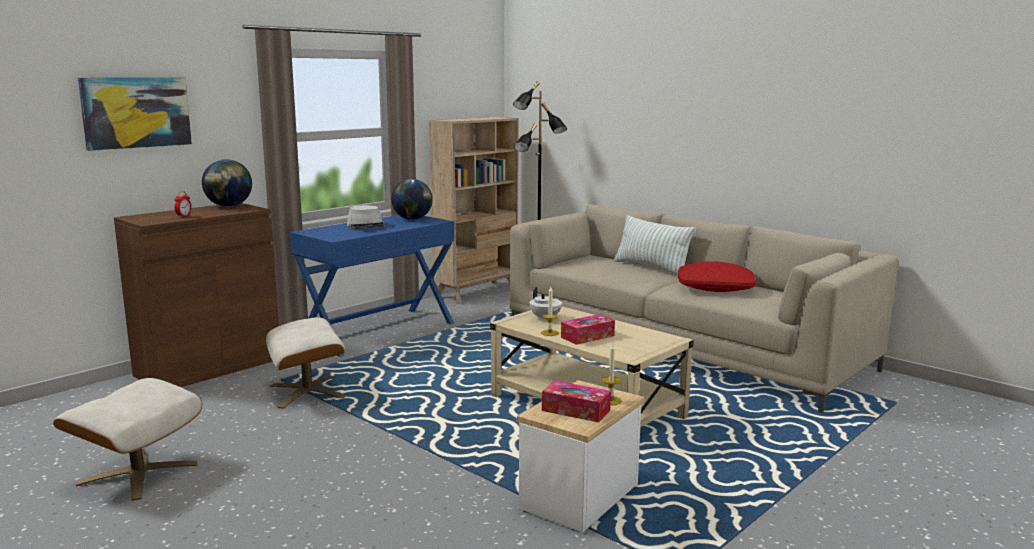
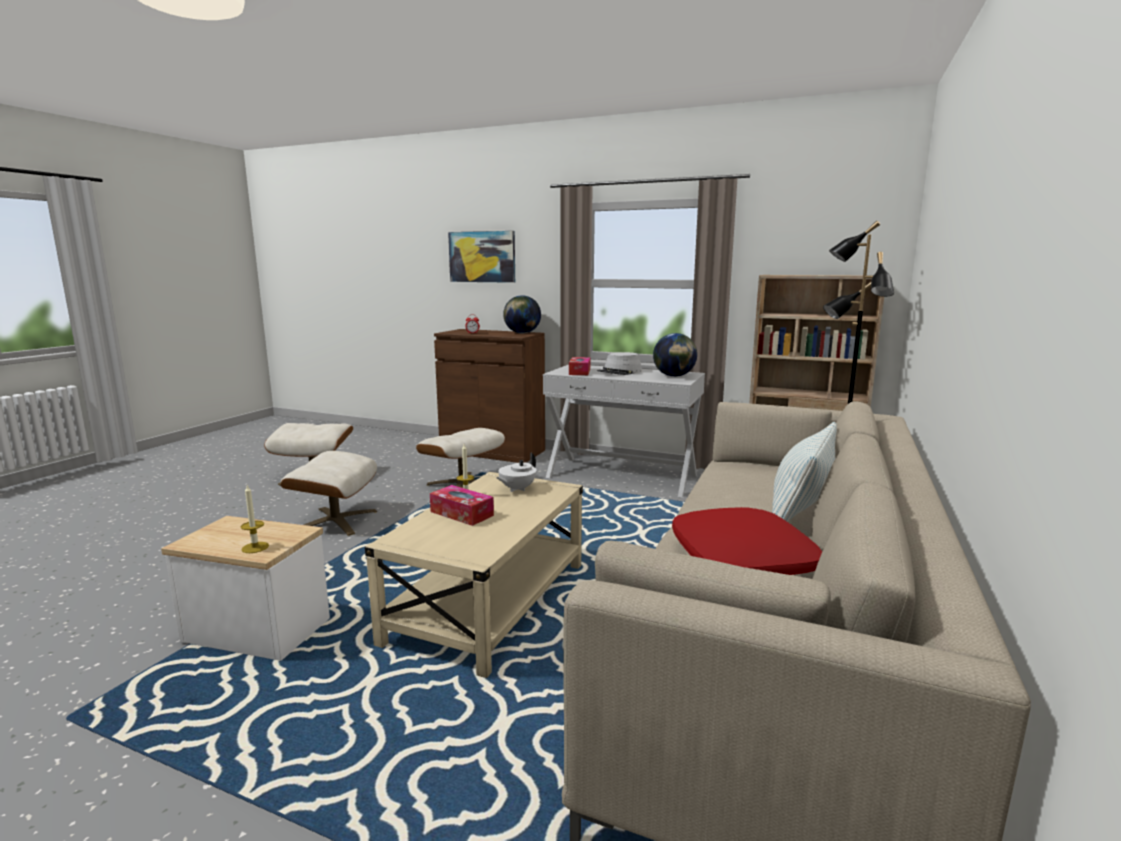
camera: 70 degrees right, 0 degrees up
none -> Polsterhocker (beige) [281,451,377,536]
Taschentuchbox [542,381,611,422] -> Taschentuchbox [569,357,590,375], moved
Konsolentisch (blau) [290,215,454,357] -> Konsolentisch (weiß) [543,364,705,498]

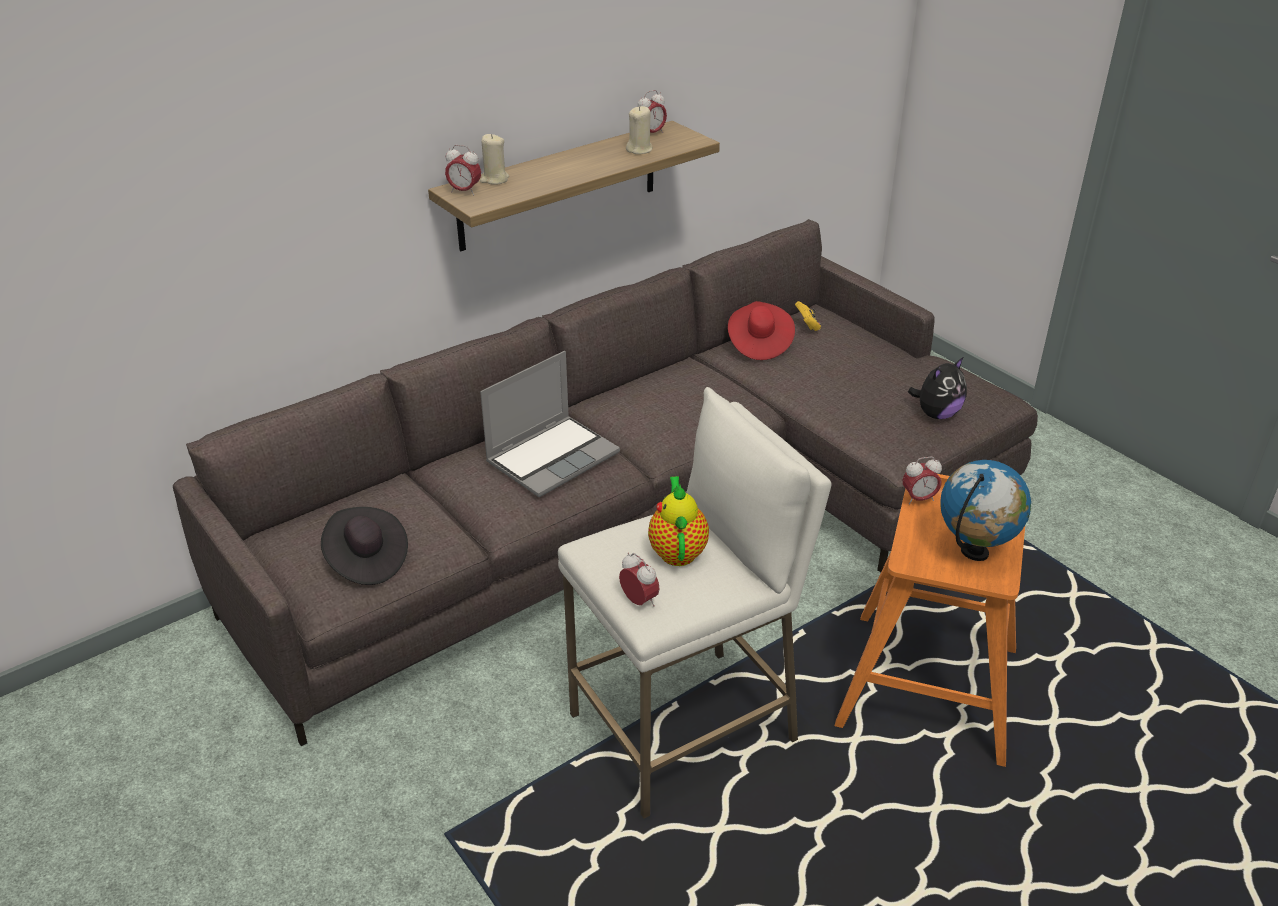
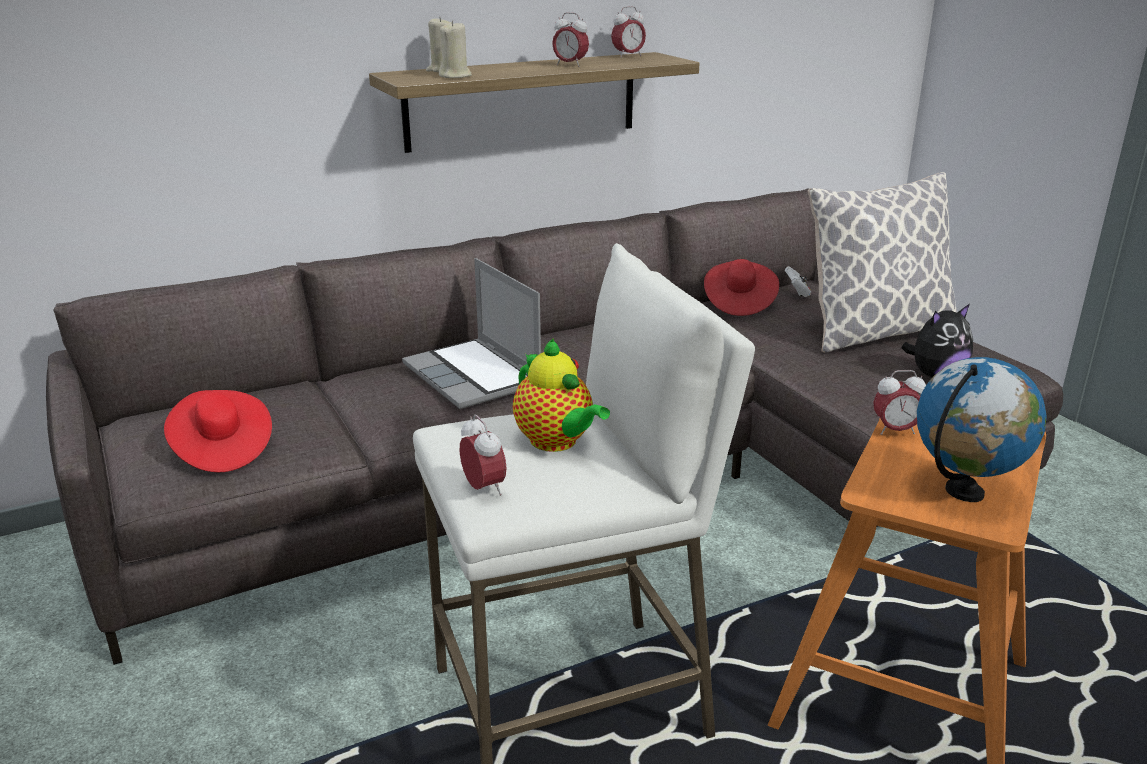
camera: 10 degrees right, 10 degrees down
none -> Kissen [808,172,957,353]
Wecker [445,145,481,195] -> Wecker [552,12,589,67], moved
Kerze (beige) [626,106,653,154] -> Kerze (beige) [439,20,472,78], moved
Hut (schwarz) [321,507,408,585] -> Hut (rot) [164,390,272,472]
Gamepad (gelb) [795,301,821,331] -> Gamepad (weiß) [785,266,811,297]
Laptop [480,351,620,497] -> Laptop [402,258,541,409], 90 degrees clockwise
Teekanne [648,476,709,566] -> Teekanne [513,338,610,452], 135 degrees clockwise

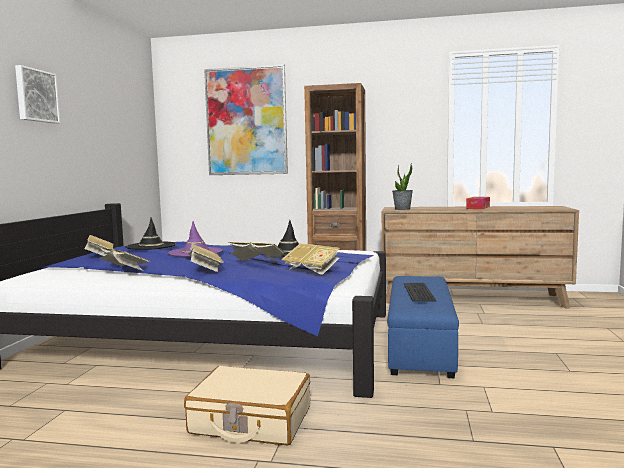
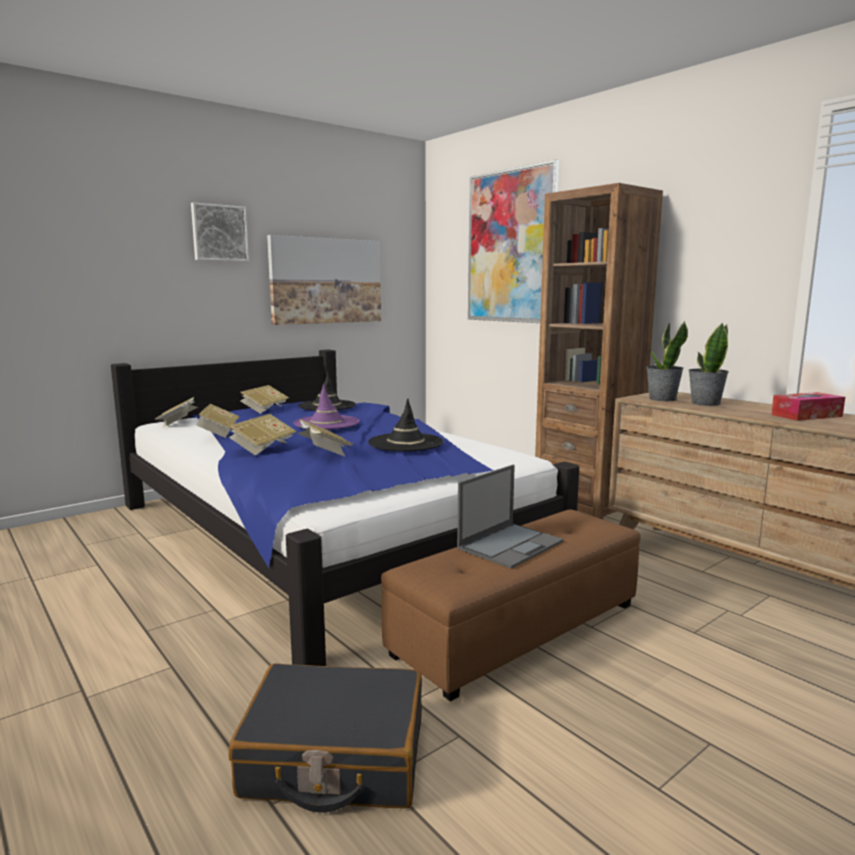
camera: 40 degrees right, 5 degrees up
Koffer (beige) [184,366,310,445] -> none
none -> Koffer (schwarz) [229,663,422,813]
none -> Bild [267,235,381,325]
none -> Topfpflanze [689,323,729,406]
Buch [281,243,340,275] -> Buch [154,397,198,428], moved
Tastatur [404,283,436,302] -> Laptop [457,465,564,569]
Polsterhocker (blau) [387,276,459,378] -> Polsterhocker (braun) [381,509,641,701]

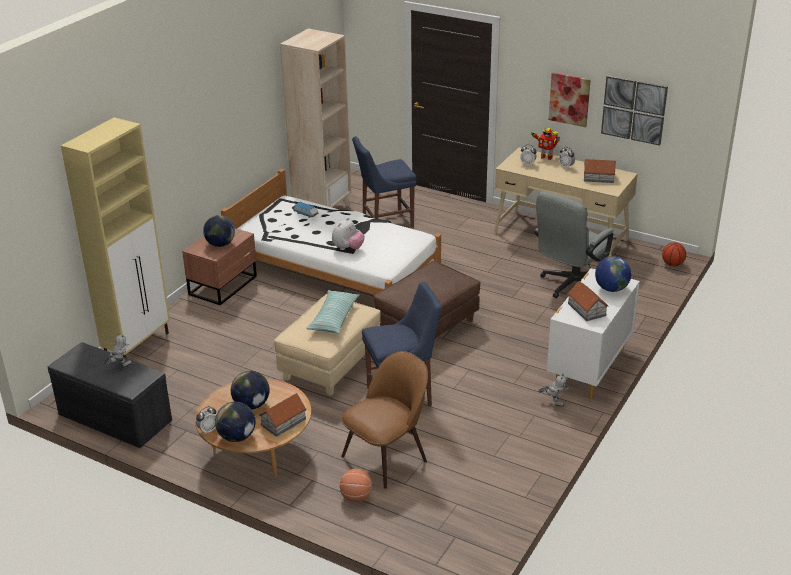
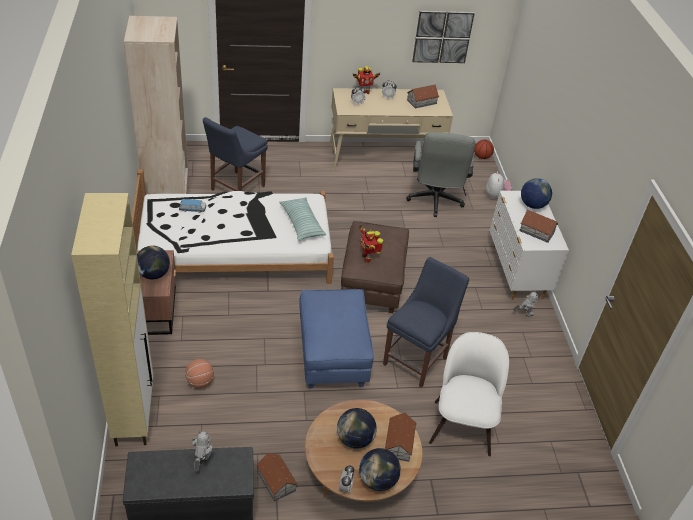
camera: 40 degrees left, 10 degrees up
Bild [549,72,591,128] -> none
none -> Spielzeughaus [256,453,298,501]
none -> Spielzeugroboter [359,225,383,262]
Kissen [306,290,360,334] -> Kissen [279,197,326,240], moved
Plüschtier [332,218,365,250] -> Plüschtier [486,172,512,199], moved
Basketball [340,469,372,502] -> Basketball [185,359,214,388], moved
Polsterhocker (beige) [274,294,381,396] -> Polsterhocker (blau) [299,289,374,388]
Stuhl (braun) [341,351,428,489] -> Stuhl (weiß) [429,332,509,456]

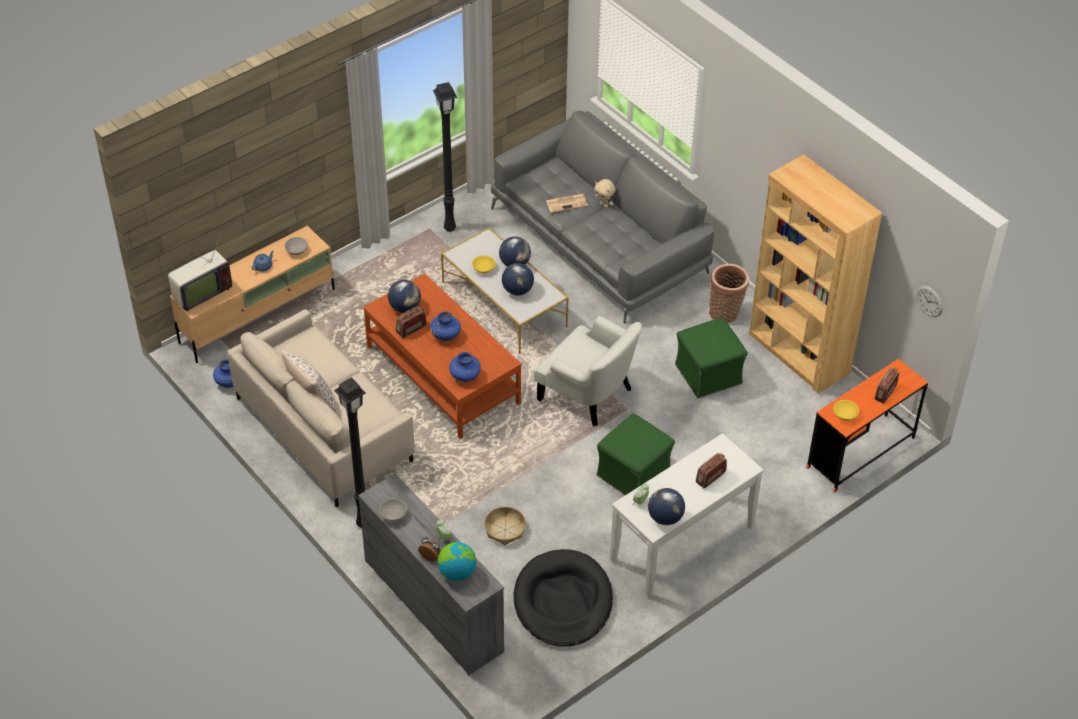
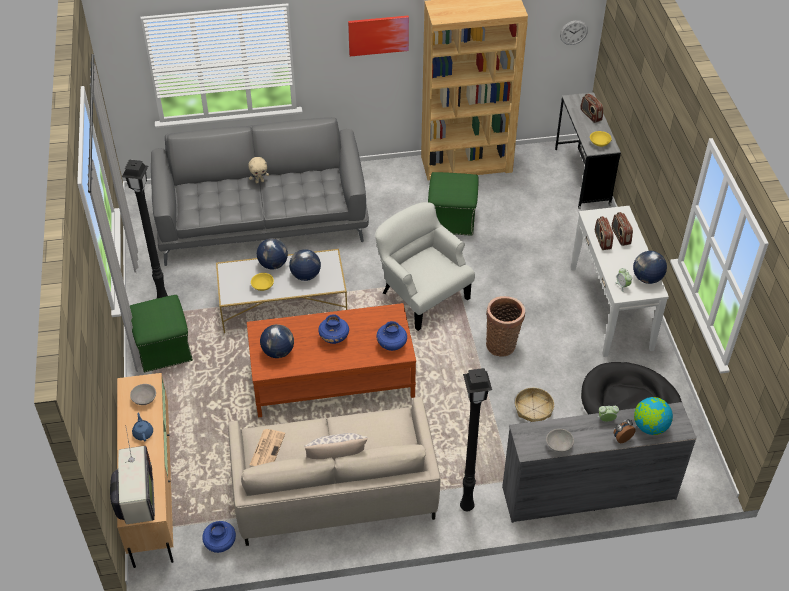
camera: 60 degrees left, 0 degrees up
none -> Bild [348,16,409,57]
Radio [396,307,427,338] -> Radio [595,216,614,250], moved
Zeitung [546,194,588,213] -> Zeitung [250,429,285,466], moved
Polsterhocker (grün) [597,413,675,495] -> Polsterhocker (grün) [130,295,193,372], moved
Korb [709,264,749,323] -> Korb [486,296,525,357], moved
Schreibtisch (orange) [806,359,928,492] -> Schreibtisch (grau) [555,92,621,209]
Sessel (weiß) [534,316,642,427] -> Sessel (weiß) [375,202,475,331], 105 degrees counterclockwise

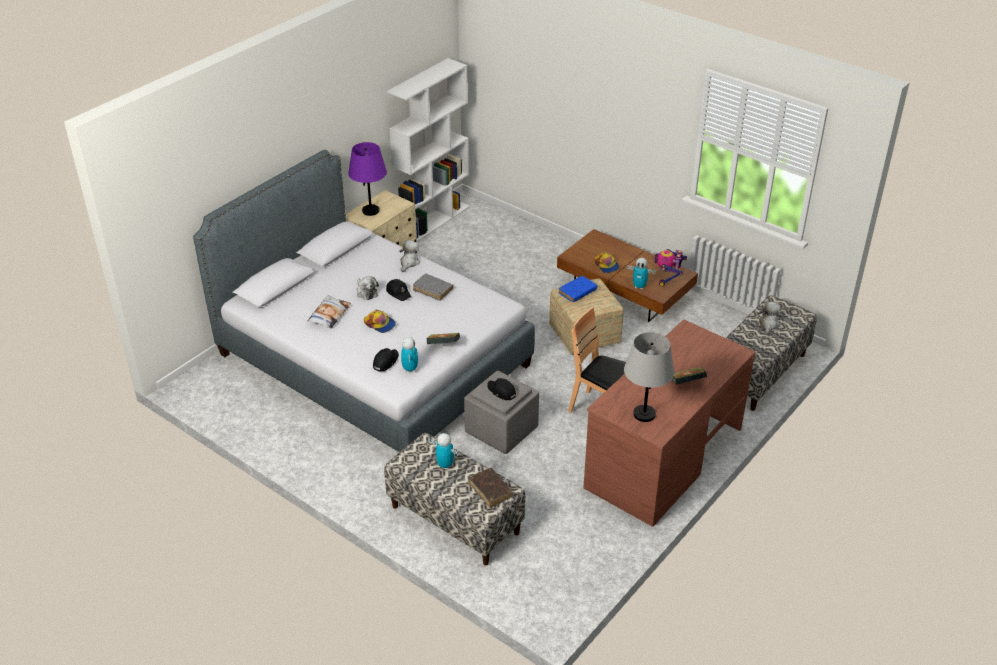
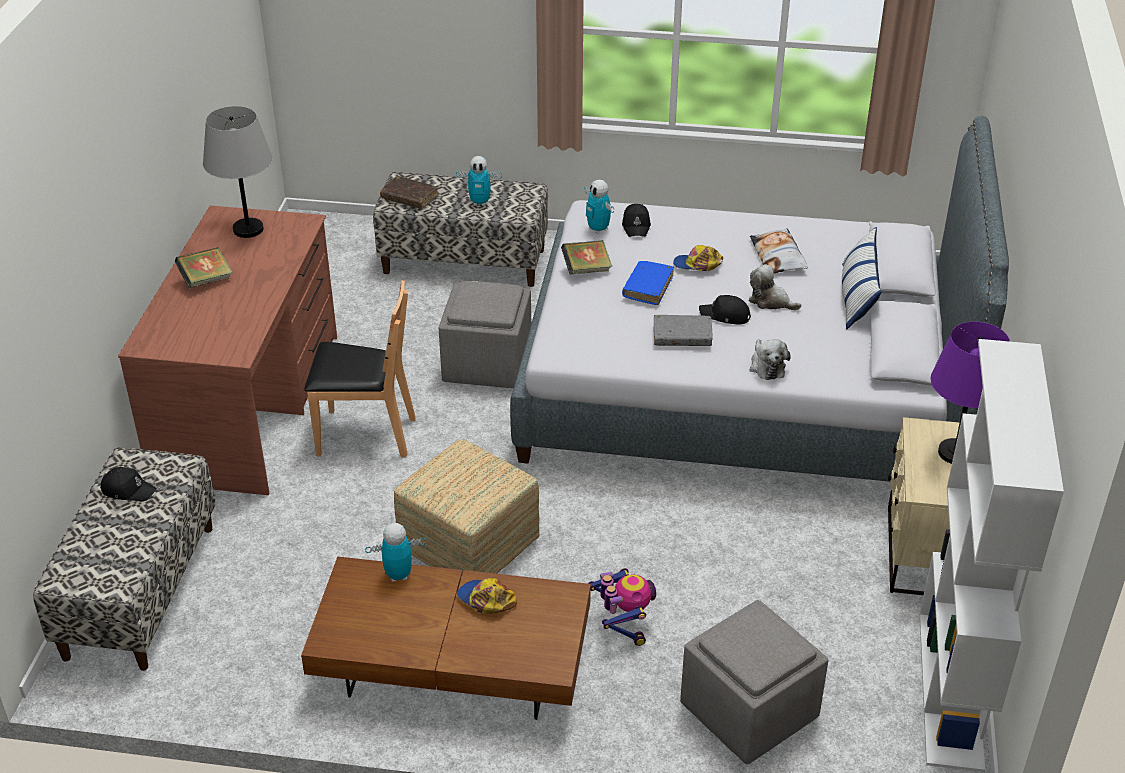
camera: 150 degrees right, 0 degrees up
Plüschtier [759,302,781,335] -> none
none -> Polsterhocker (grau) [680,600,828,764]
none -> Kissen [842,227,882,330]
Kappe (schwarz) [487,378,516,400] -> Kappe (schwarz) [100,467,156,501], moved
Buch (blau) [559,276,597,302] -> Buch (blau) [622,261,674,305], moved
Spielzeugroboter [654,249,687,287] -> Spielzeugroboter [588,568,656,646], moved

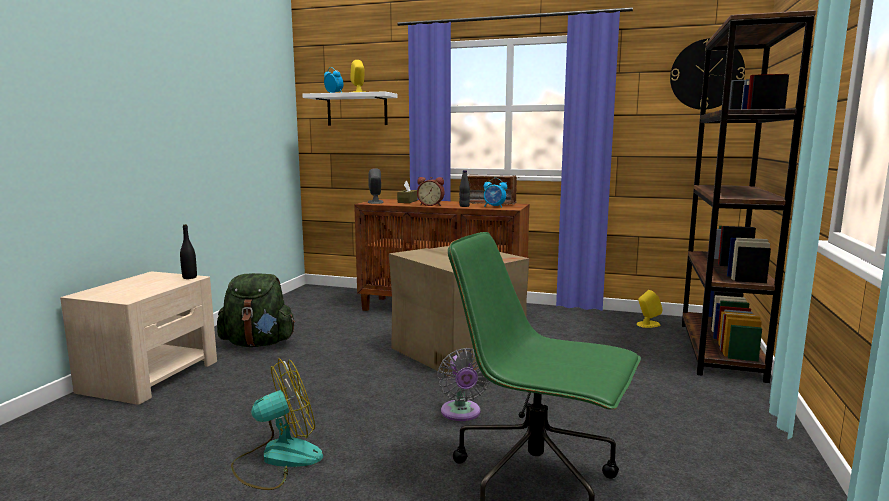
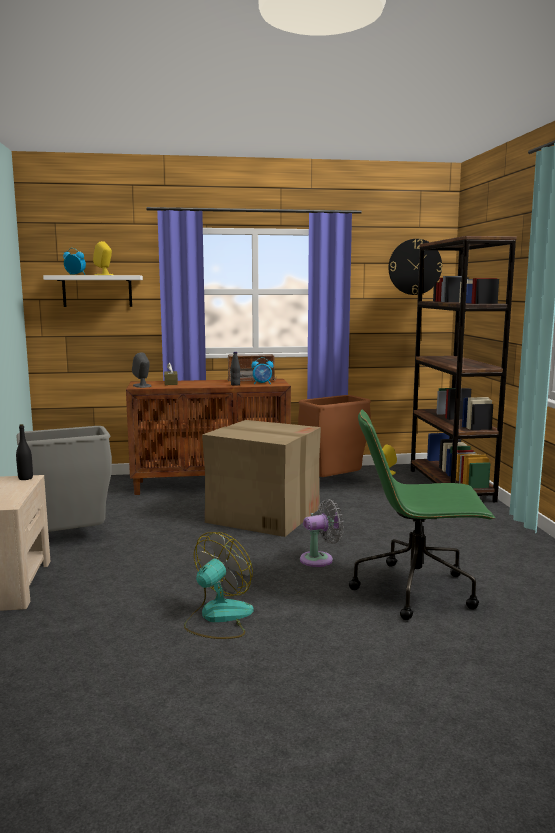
camera: 25 degrees left, 0 degrees up
Wecker [417,177,444,206] -> none
none -> Mülleimer (braun) [298,395,371,477]
Rucksack (grün) [217,273,295,347] -> Mülleimer (grau) [17,426,112,532]
Ventilator (grau) [437,348,491,421] -> Ventilator (grau) [300,499,344,567], 75 degrees counterclockwise

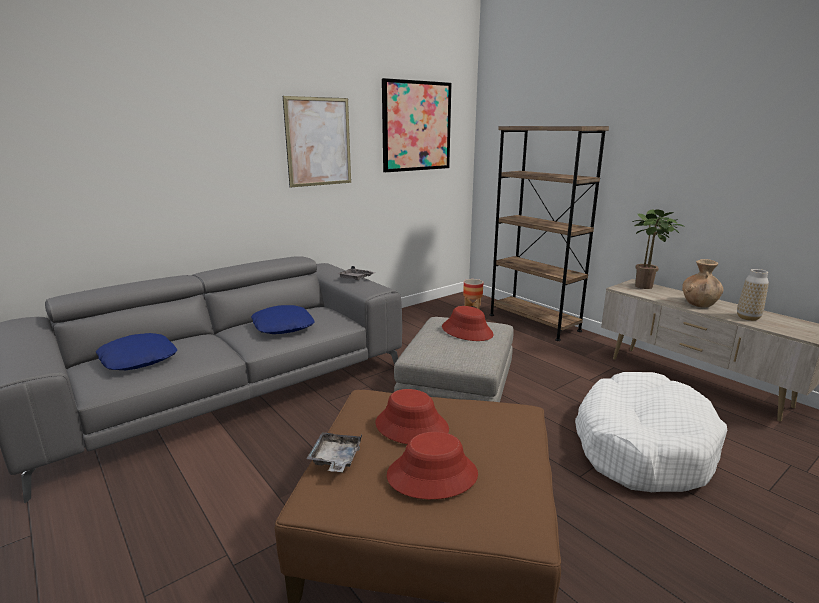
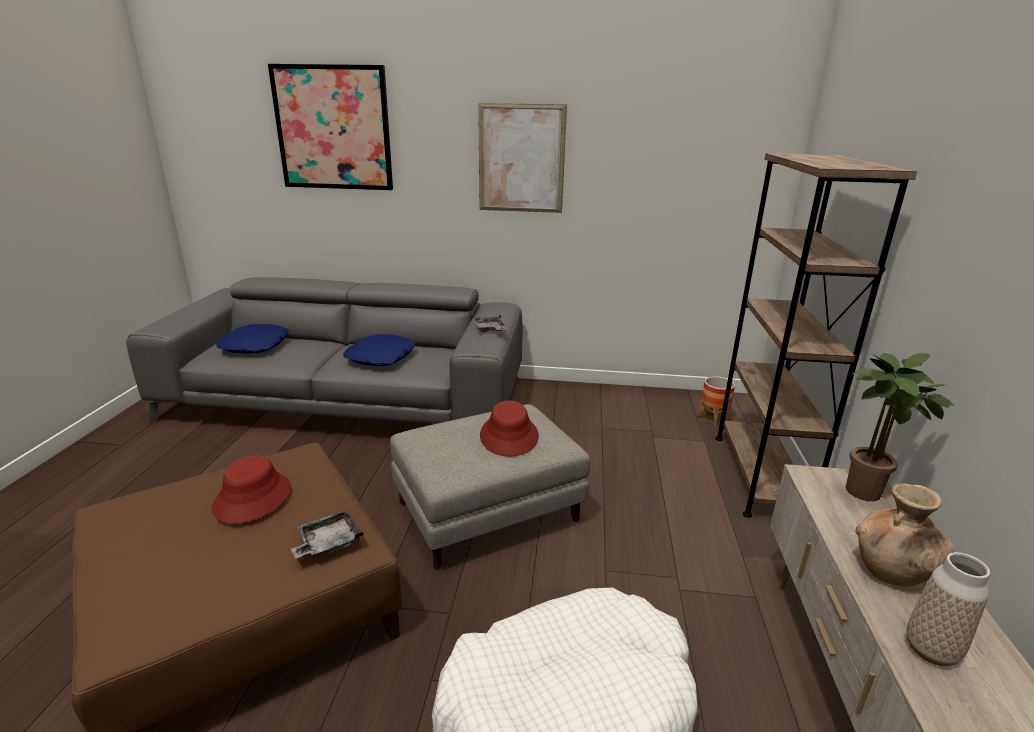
camera: 45 degrees right, 5 degrees up
Hut (rot) [387,432,478,499] -> none
Tablett (grau) [306,433,362,472] -> Tablett (grau) [291,510,364,559], moved
Bild [382,78,452,172] -> Bild [268,64,393,190], moved

